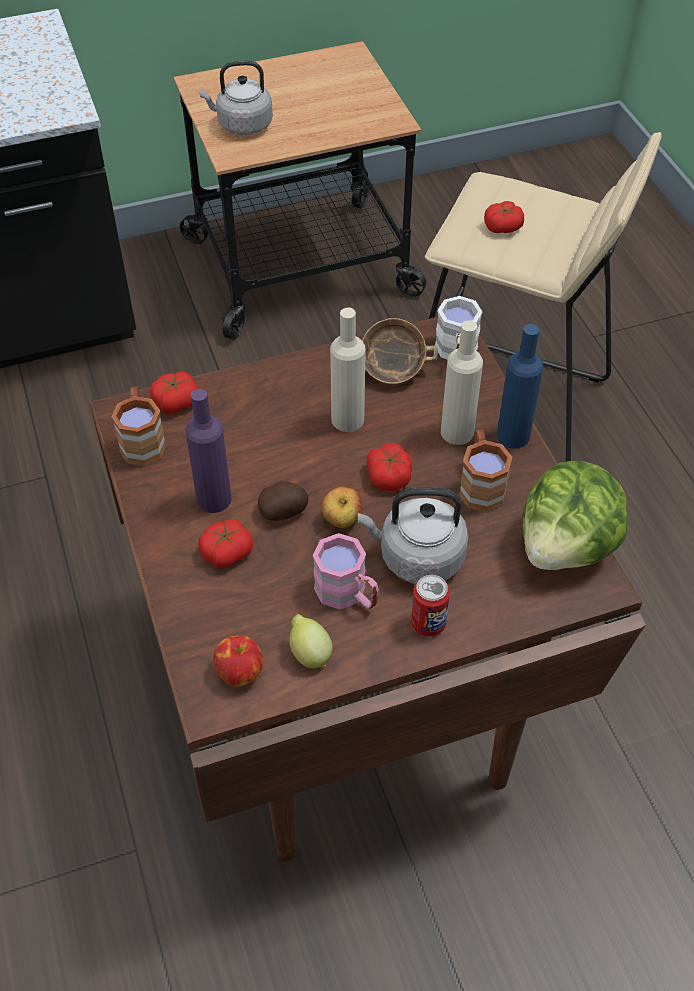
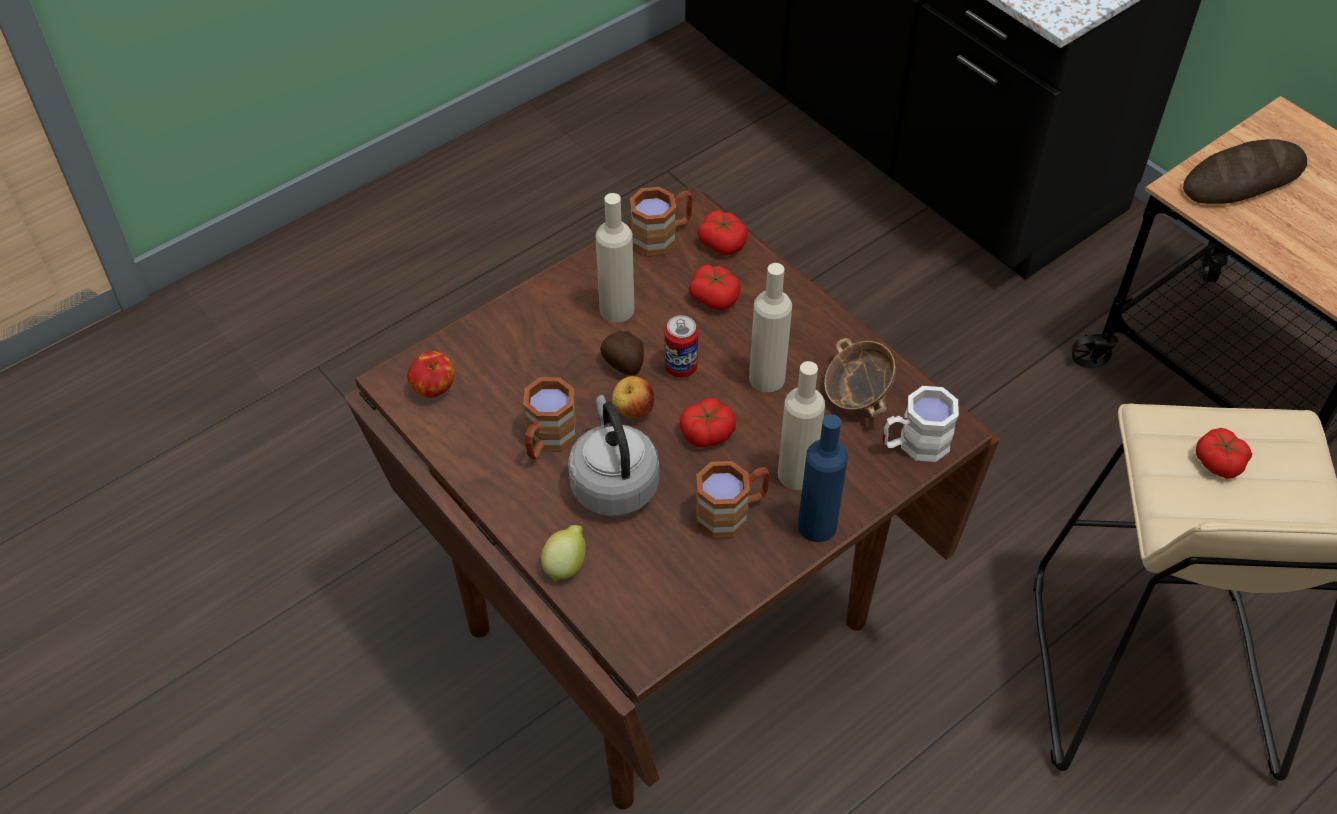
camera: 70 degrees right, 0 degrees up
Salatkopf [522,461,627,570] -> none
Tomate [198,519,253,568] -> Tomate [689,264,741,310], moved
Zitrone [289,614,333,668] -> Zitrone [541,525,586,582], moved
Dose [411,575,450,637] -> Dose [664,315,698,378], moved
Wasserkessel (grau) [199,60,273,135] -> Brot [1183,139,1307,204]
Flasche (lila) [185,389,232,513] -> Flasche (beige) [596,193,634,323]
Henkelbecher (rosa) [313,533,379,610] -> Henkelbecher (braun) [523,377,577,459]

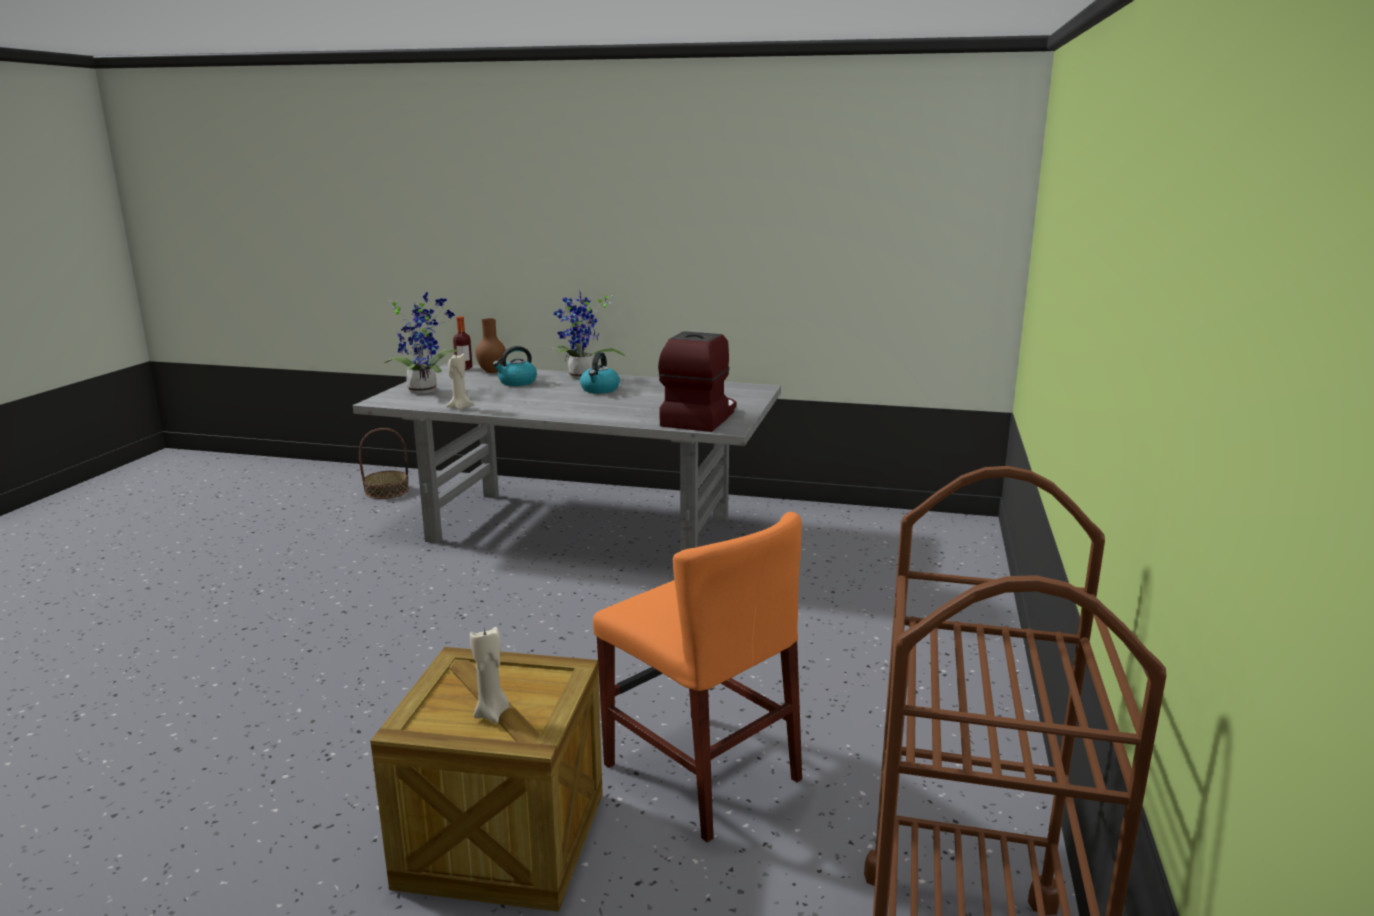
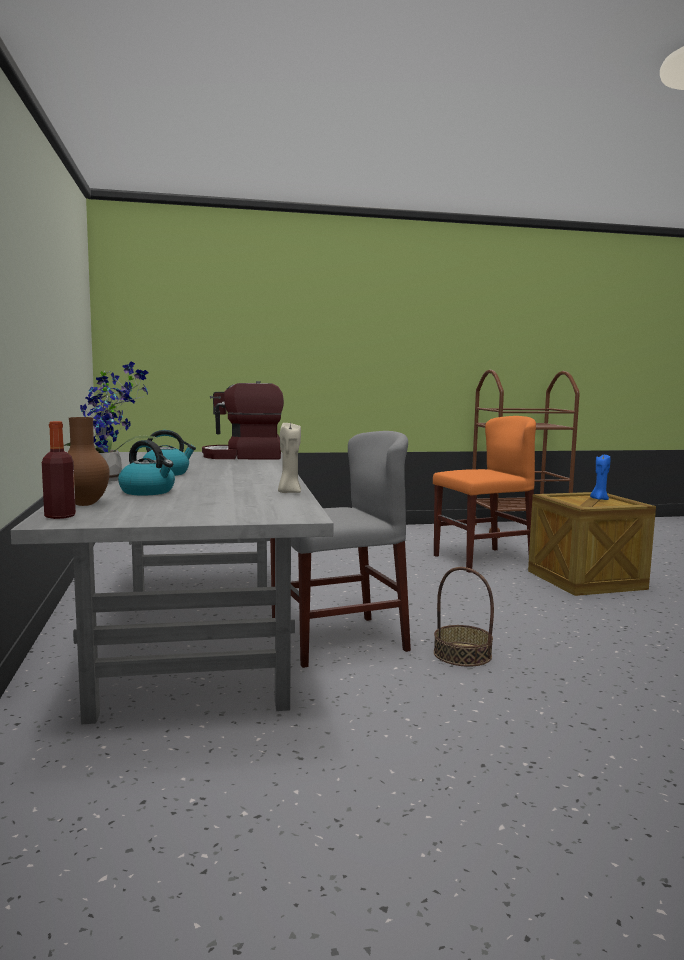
camera: 115 degrees left, 10 degrees down
Topfpflanze [384,292,458,393] -> none
none -> Stuhl (grau) [270,431,411,668]
Korb [359,428,409,499] -> Korb [434,567,494,667], moved
Kerze (beige) [470,627,509,723] -> Kerze (blau) [590,454,611,500]
Stuhl (orange) [593,512,802,842] -> Stuhl (orange) [433,416,536,573], 45 degrees clockwise

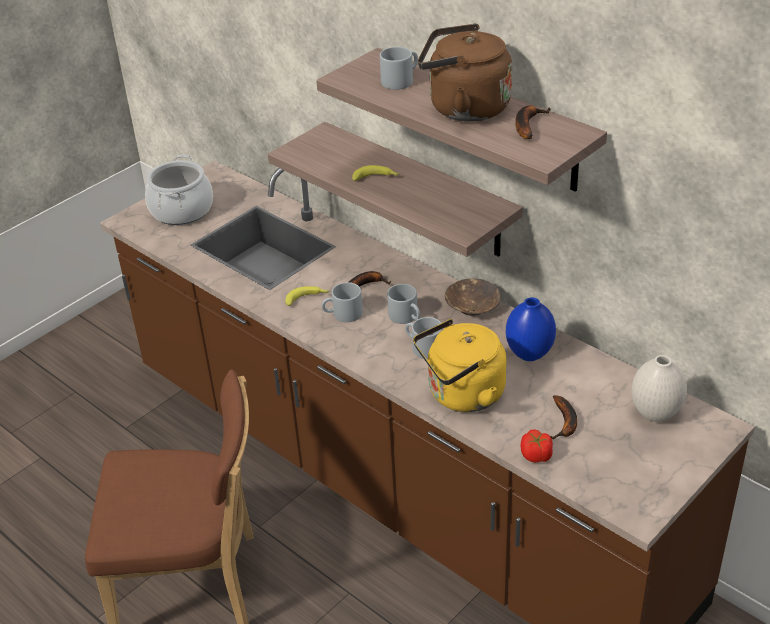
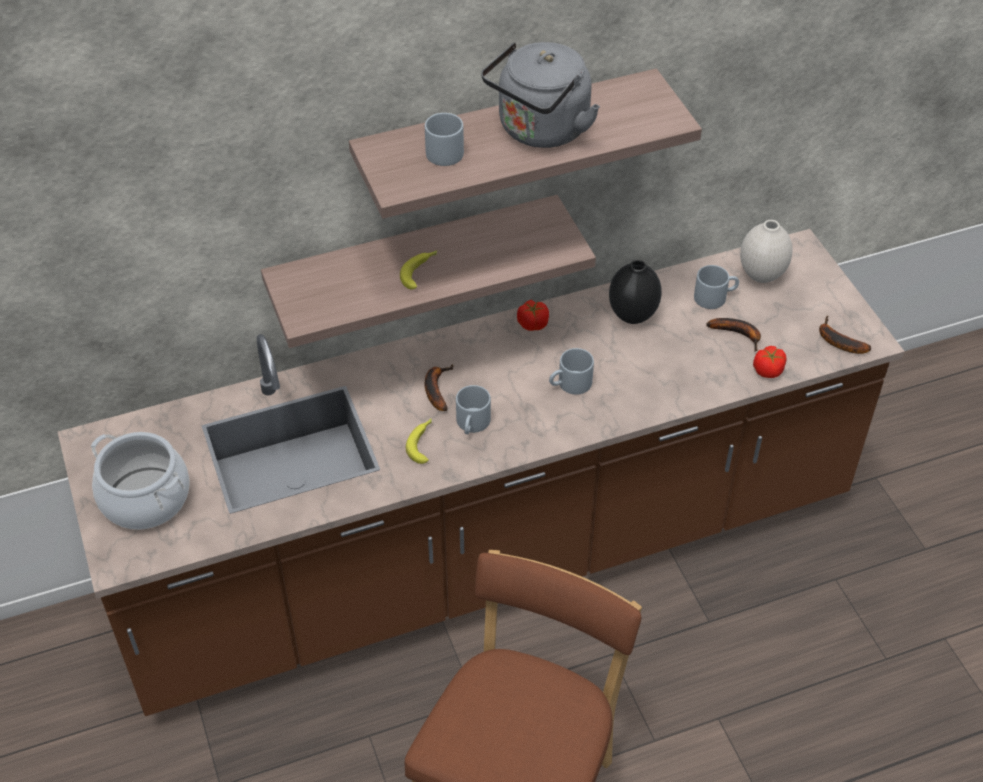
camera: 65 degrees left, 10 degrees up
Wasserkessel (gelb) [413,319,507,412] -> none
Henkelbecher (grau) [387,284,420,324] -> Henkelbecher (grau) [694,265,739,309], moved
Banane [515,106,551,139] -> Banane [819,316,871,354], moved
Schüssel (braun) [445,278,501,316] -> Tomate [517,300,549,331]
Wasserkessel (braun) [418,24,512,122] -> Wasserkessel (grau) [481,42,600,148]
Vase (blau) [506,297,556,361] -> Vase (schwarz) [609,260,662,324]

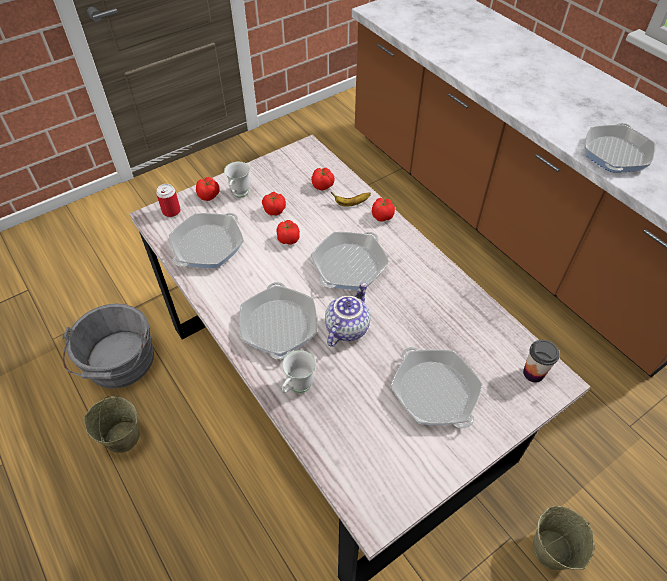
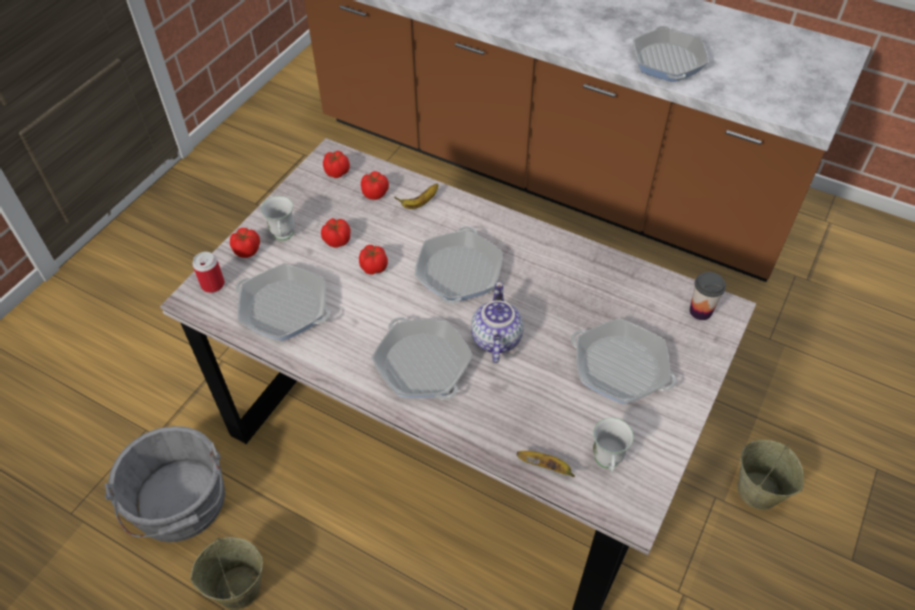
camera: 25 degrees left, 0 degrees up
none -> Banane [517,451,575,477]
Henkelbecher (weiß) [282,350,316,393] -> Henkelbecher (weiß) [593,418,634,473], moved
Tomate [372,198,395,222] -> Tomate [323,151,350,178], moved
Pfanne [169,213,244,268] -> Pfanne [235,263,330,341], 75 degrees counterclockwise

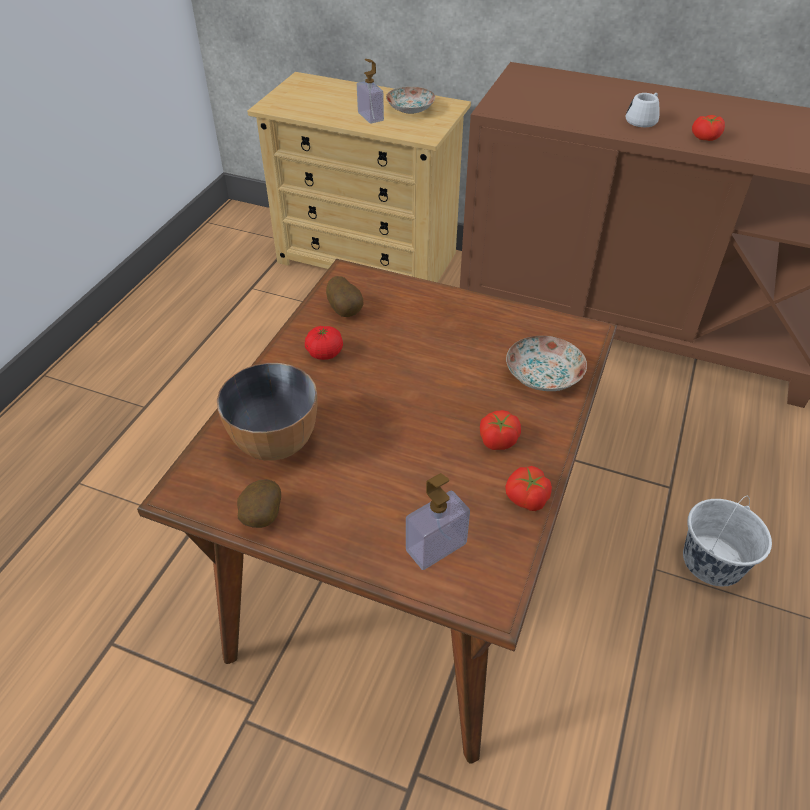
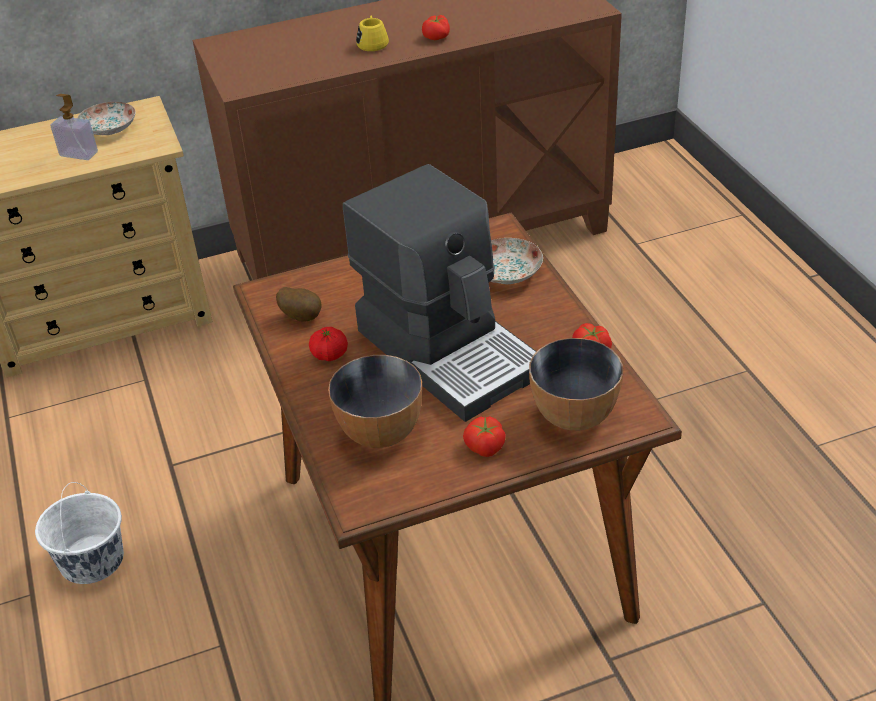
camera: 40 degrees left, 5 degrees down
Kartoffel [237,479,281,528] -> none
none -> Kaffeemaschine [343,164,537,422]
Tomate [480,410,521,450] -> Tomate [463,416,506,457], moved
Eimer (weiß) [683,496,772,587] -> Eimer (weiß) [35,482,124,584], moved
Seifenspender [406,473,470,570] -> Schüssel [529,338,623,431]
Henkelbecher (weiß) [625,93,659,127] -> Henkelbecher (gelb) [356,15,389,51]

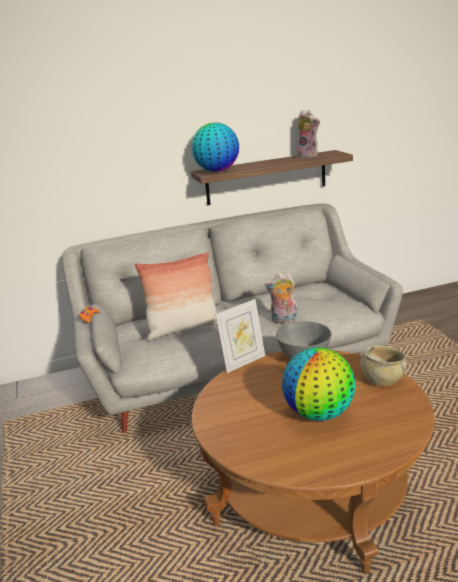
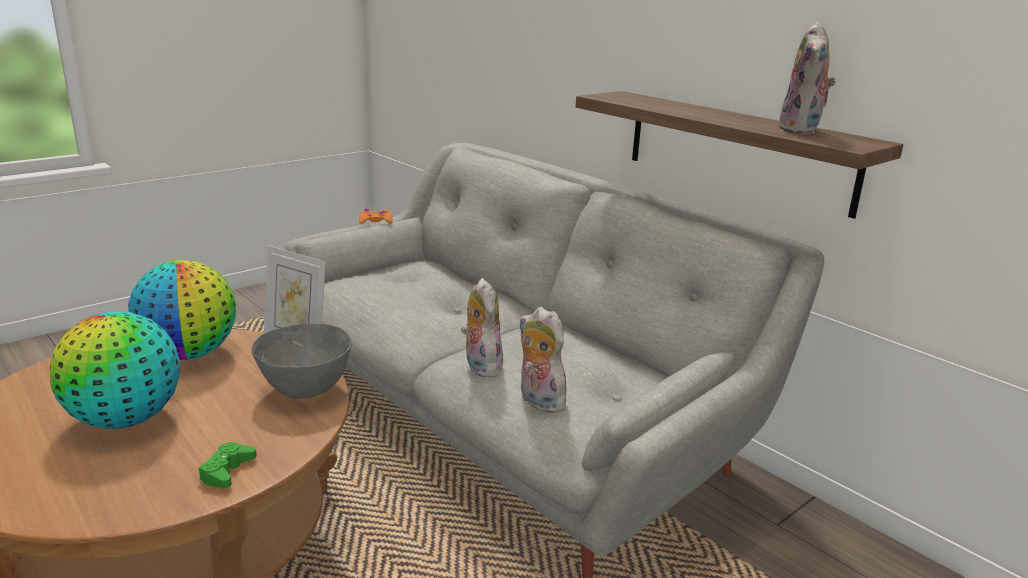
camera: 65 degrees right, 0 degrees up
Kissen [135,252,217,341] -> none
none -> Plüschtier [519,307,571,413]
Globus [192,122,239,172] -> Globus [128,260,236,360], moved
Schüssel (beige) [360,345,406,386] -> Gamepad (grün) [199,442,257,488]

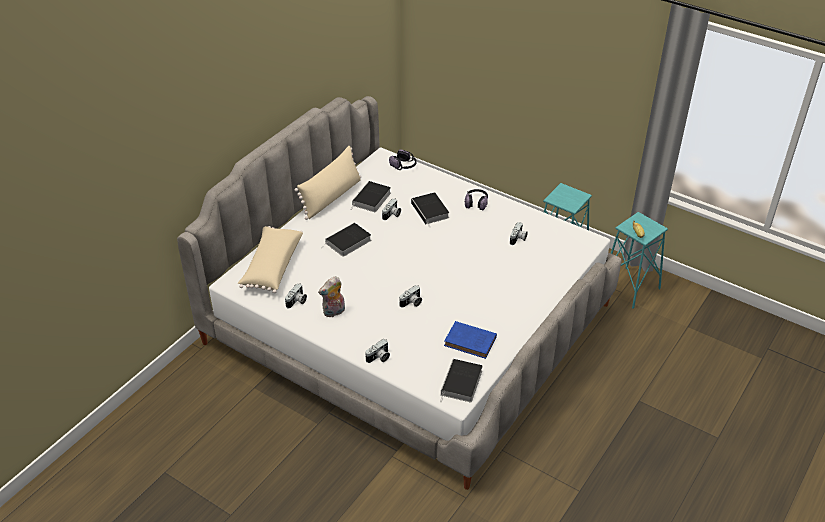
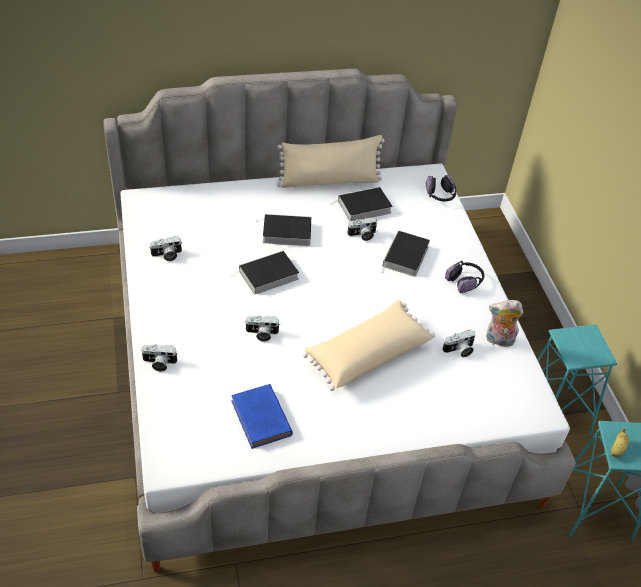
camera: 40 degrees right, 5 degrees up
Kissen (beige) [238,226,303,293] -> Kissen (beige) [303,300,435,391], moved
Plüschtier [318,276,345,317] -> Plüschtier [486,300,523,347], moved
Buch [440,359,483,403] -> Buch [233,251,299,295], moved

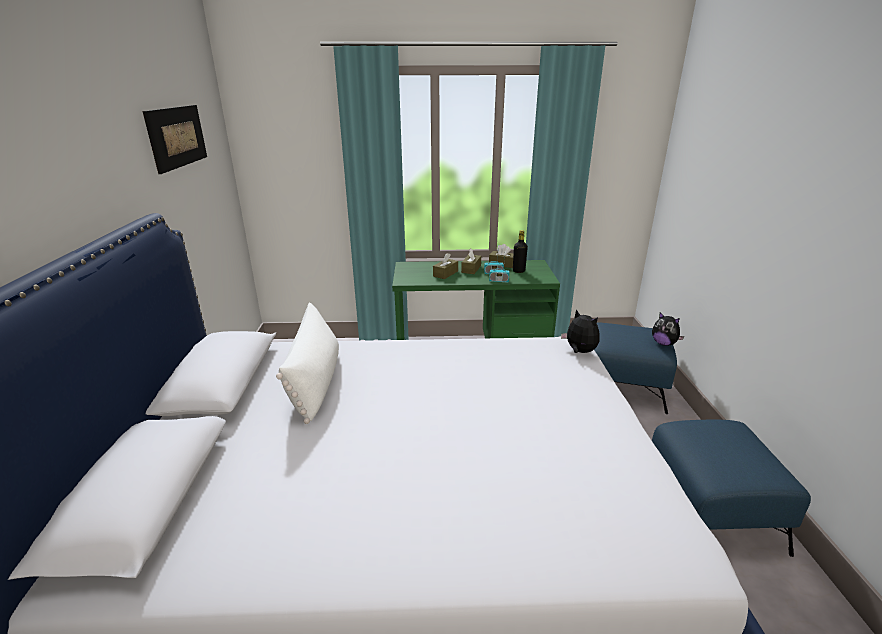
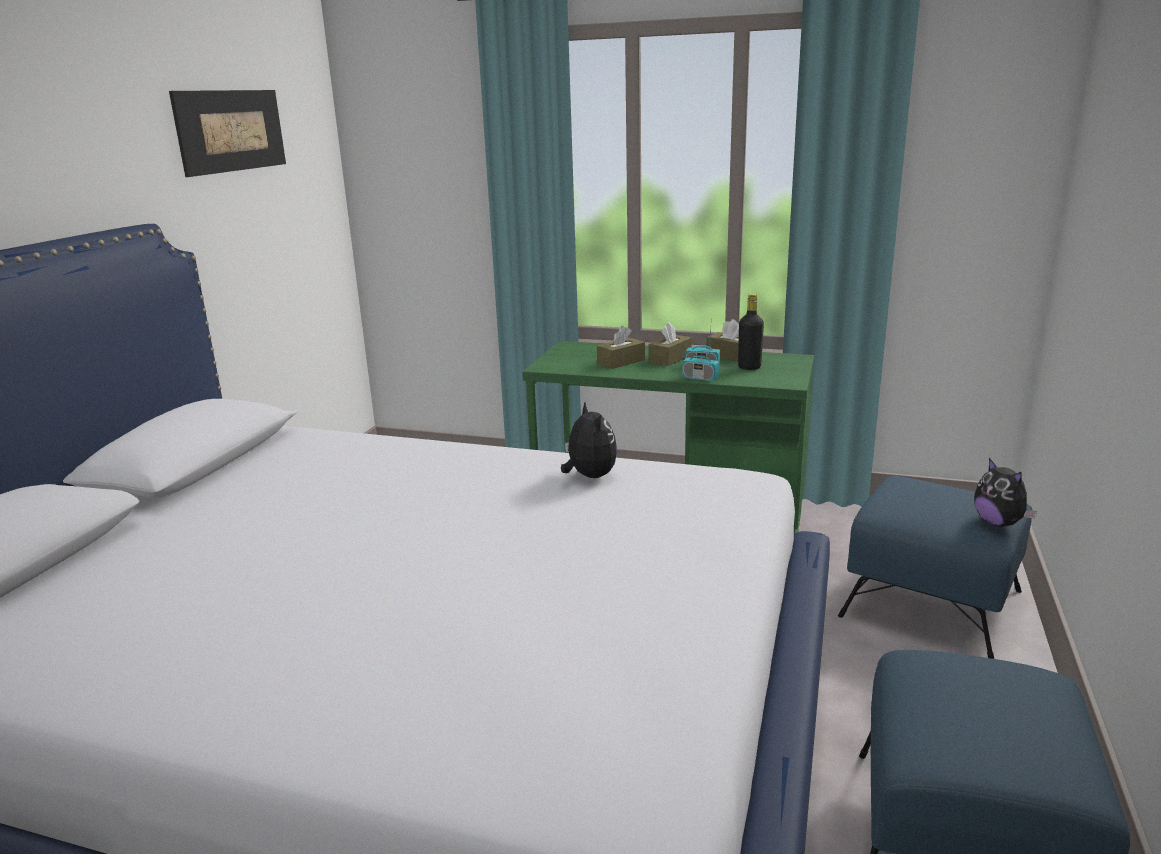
camera: 20 degrees right, 5 degrees down
Kissen (weiß) [276,302,339,424] -> none
Plüschtier [561,309,600,353] -> Plüschtier [561,403,617,478], moved

